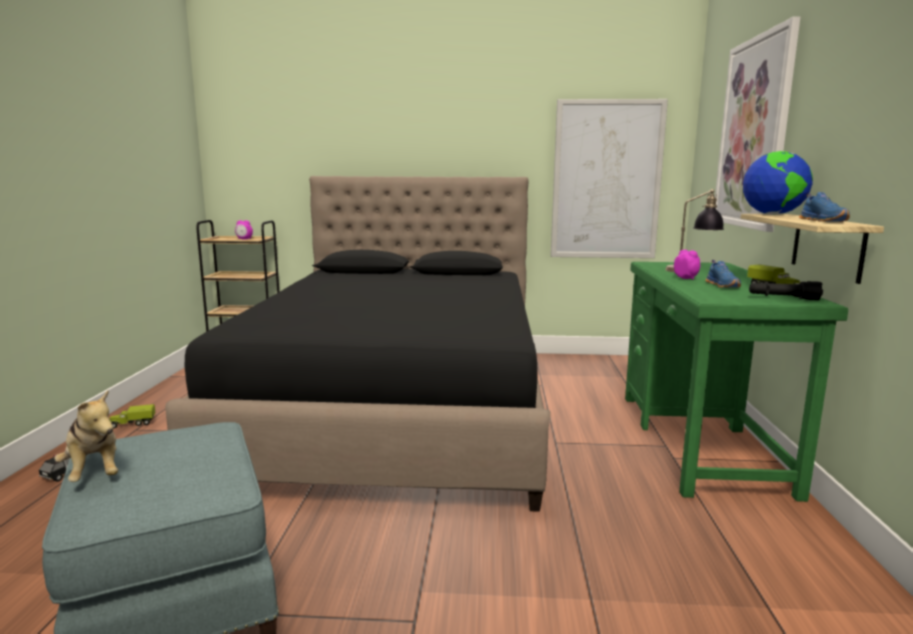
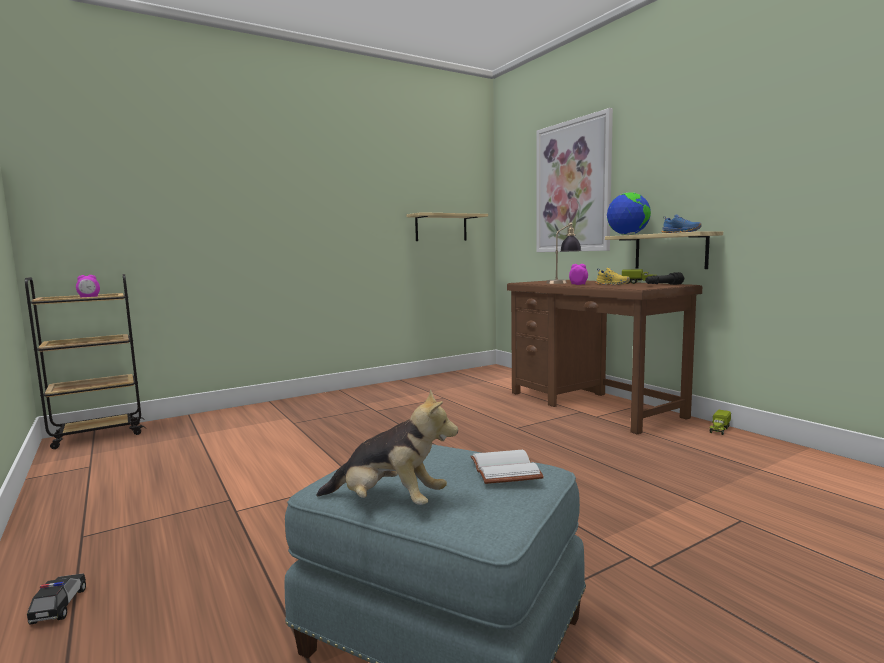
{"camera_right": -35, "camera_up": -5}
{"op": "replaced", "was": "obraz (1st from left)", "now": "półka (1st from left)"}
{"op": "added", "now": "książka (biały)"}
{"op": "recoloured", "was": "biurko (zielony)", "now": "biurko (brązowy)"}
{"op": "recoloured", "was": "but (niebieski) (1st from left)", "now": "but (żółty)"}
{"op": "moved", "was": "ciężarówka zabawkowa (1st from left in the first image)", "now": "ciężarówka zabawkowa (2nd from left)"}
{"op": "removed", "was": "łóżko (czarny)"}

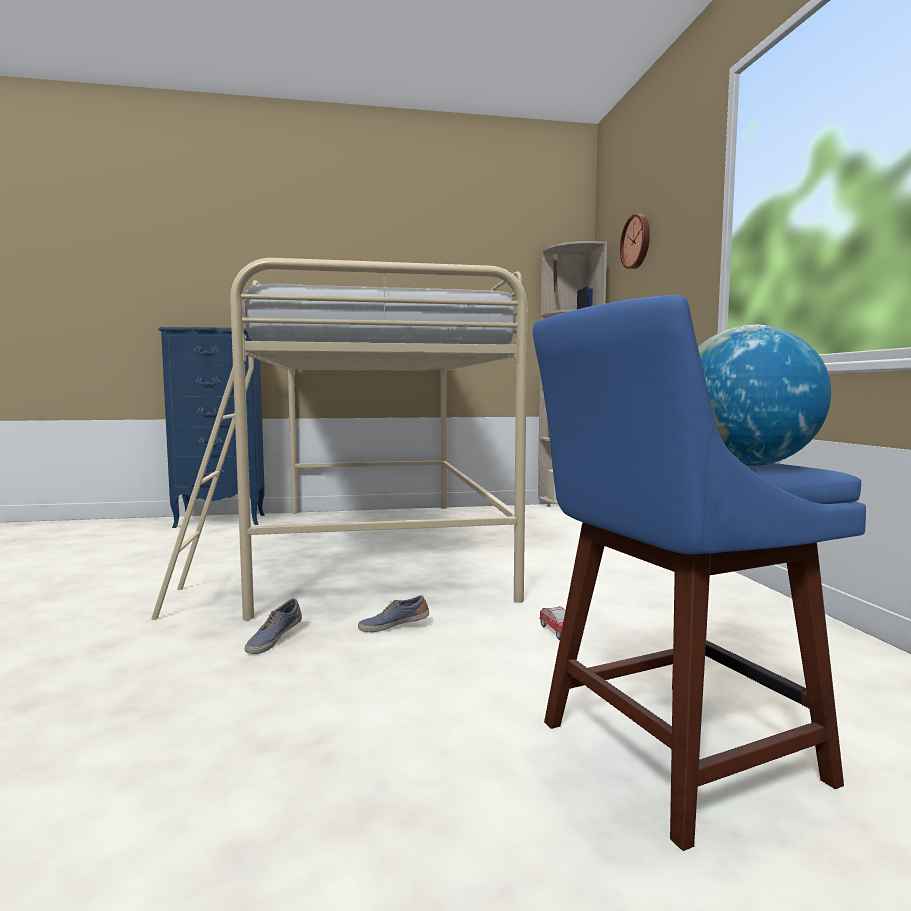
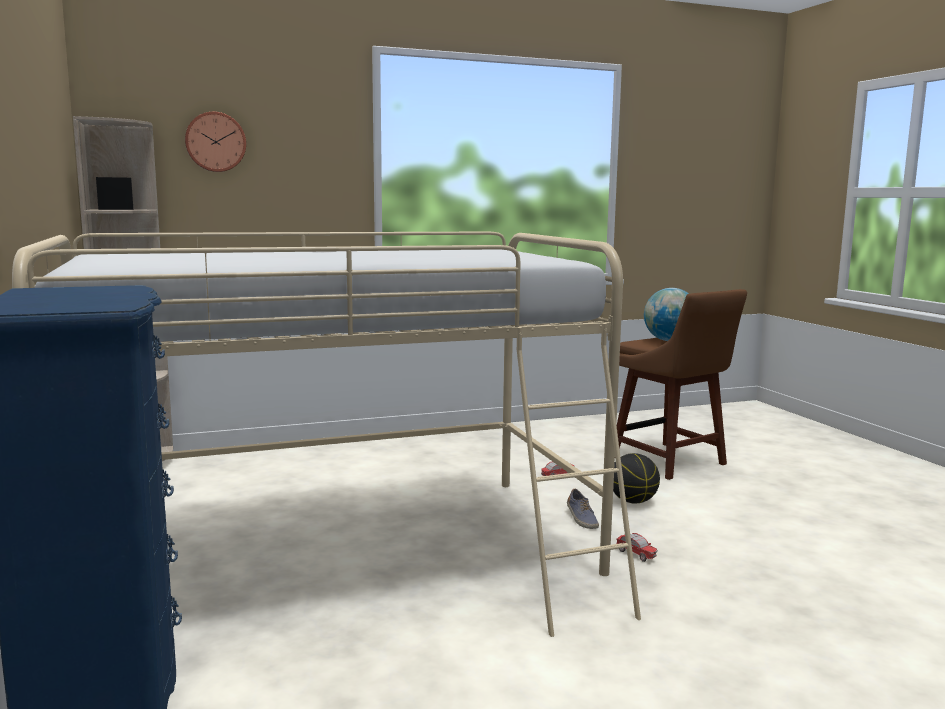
{"camera_right": -100, "camera_up": 5}
{"op": "added", "now": "piłka do koszykówki"}
{"op": "replaced", "was": "but (1st from left)", "now": "samochodzik (2nd from left)"}
{"op": "recoloured", "was": "stołek (niebieski)", "now": "stołek (brązowy)"}

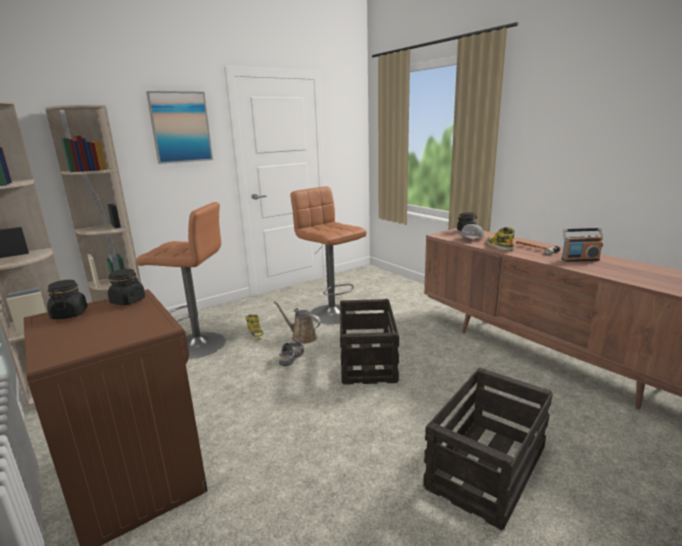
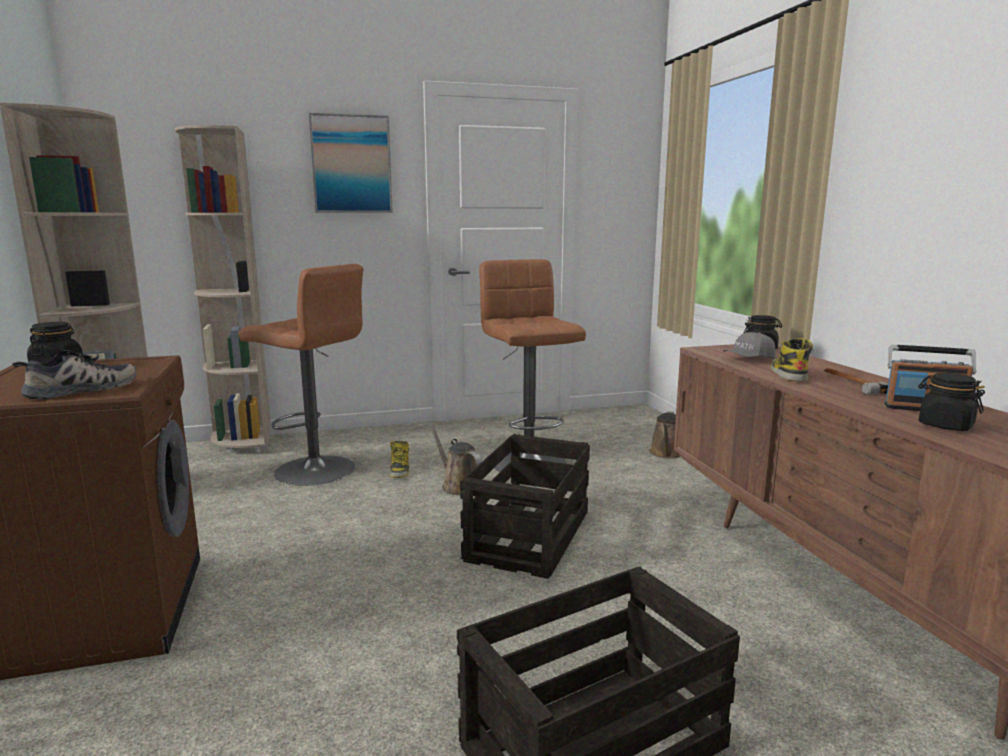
{"camera_right": 20, "camera_up": -5}
{"op": "moved", "was": "but"}
{"op": "added", "now": "konewka (brązowy) (2nd from left)"}
{"op": "moved", "was": "słoik (czarny) (2nd from left in the first image)", "now": "słoik (czarny) (3rd from left)"}

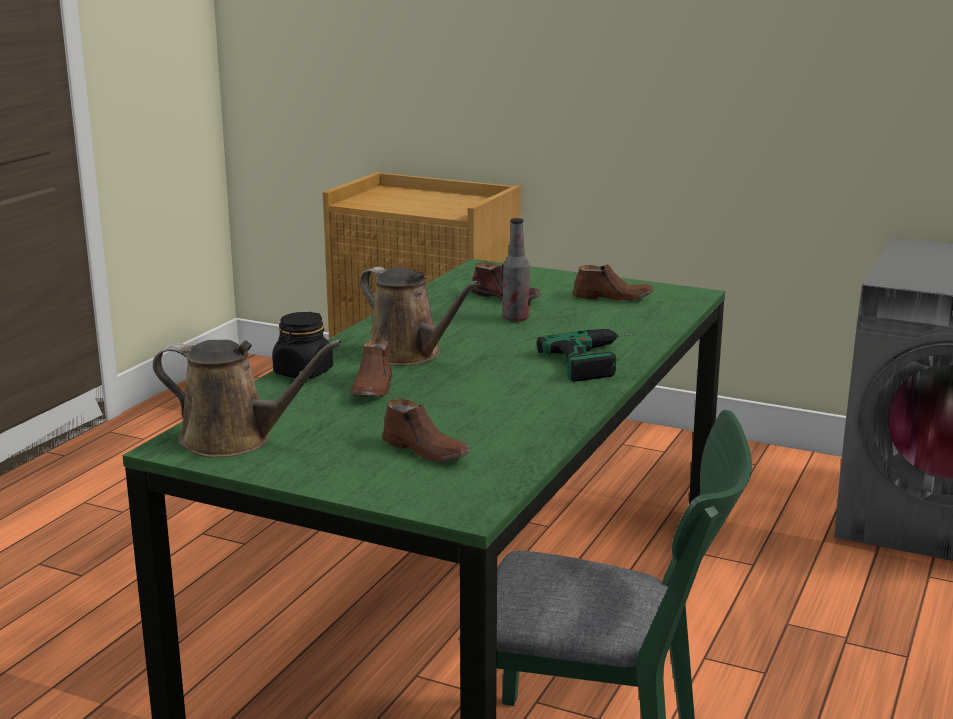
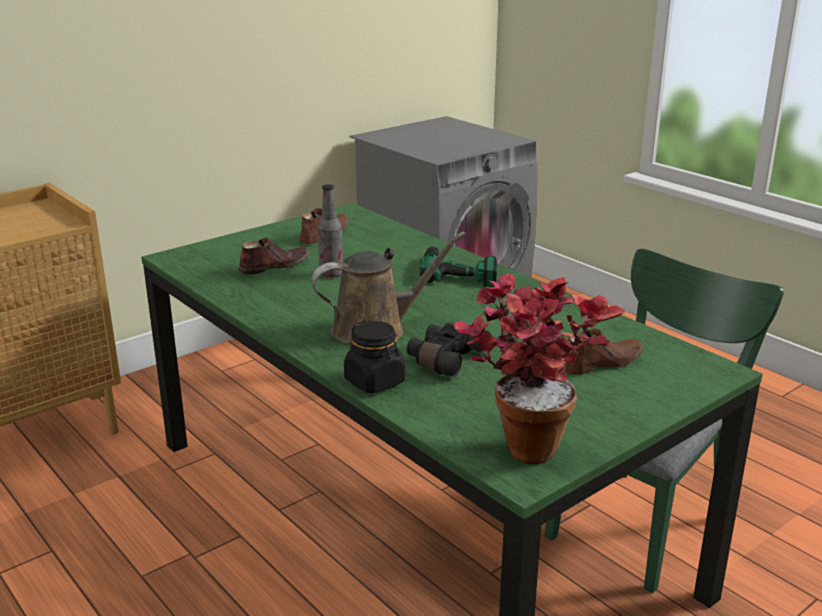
{"camera_right": -65, "camera_up": 5}
{"op": "replaced", "was": "but (brązowy) (1st from left)", "now": "lornetka (czarny)"}
{"op": "replaced", "was": "konewka (brązowy) (1st from left)", "now": "roślina doniczkowa"}

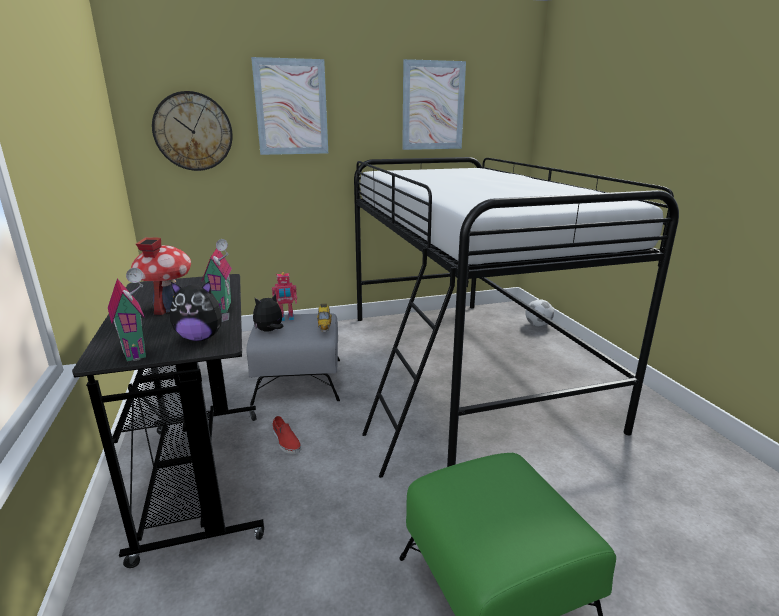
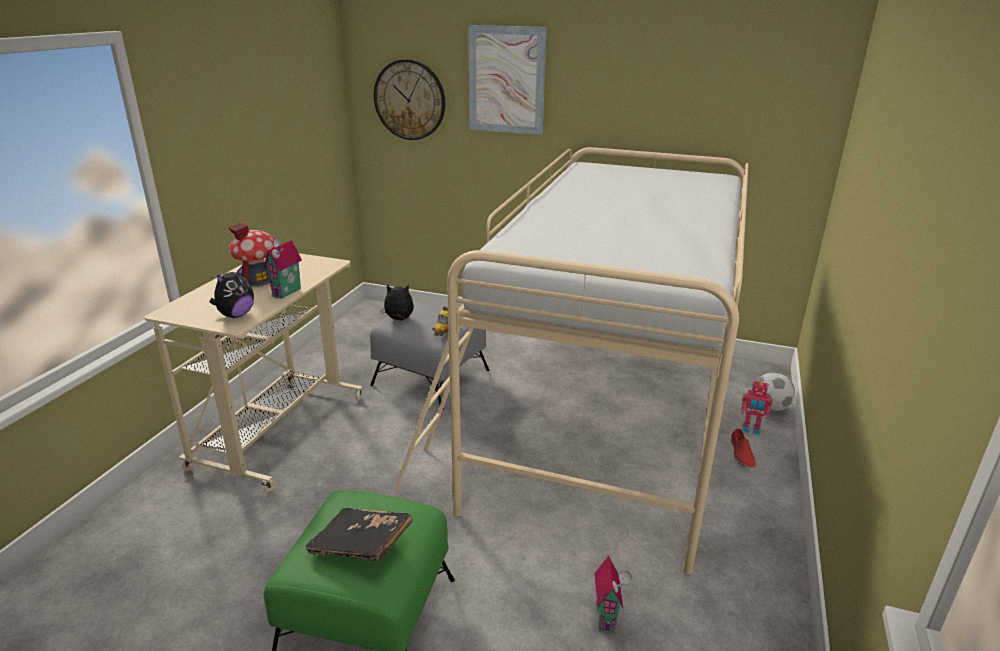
{"camera_right": 35, "camera_up": 5}
{"op": "recoloured", "was": "biurko (czarny)", "now": "biurko (beżowy)"}
{"op": "turned", "was": "pluszak (1st from left)", "clockwise": -90}
{"op": "added", "now": "książka (czarny)"}
{"op": "recoloured", "was": "łóżko (czarny)", "now": "łóżko (beżowy)"}
{"op": "moved", "was": "domek (1st from left in the first image)", "now": "domek (3rd from left)"}
{"op": "moved", "was": "but (czerwony)"}
{"op": "moved", "was": "robot zabawkowy"}
{"op": "removed", "was": "obraz (2nd from left)"}

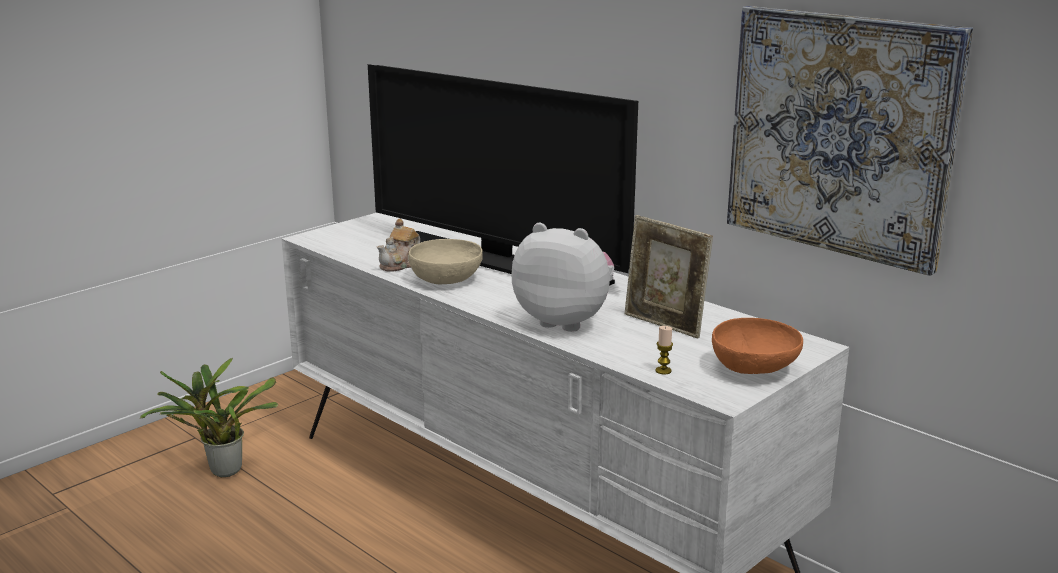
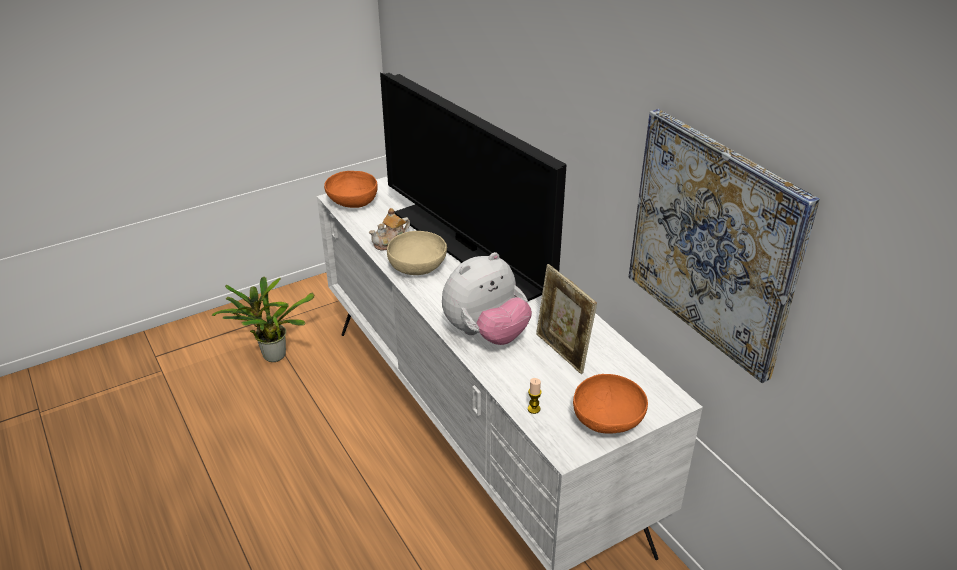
{"camera_right": 15, "camera_up": 15}
{"op": "added", "now": "miska (pomarańczowy) (1st from left)"}
{"op": "turned", "was": "pluszak", "clockwise": 105}

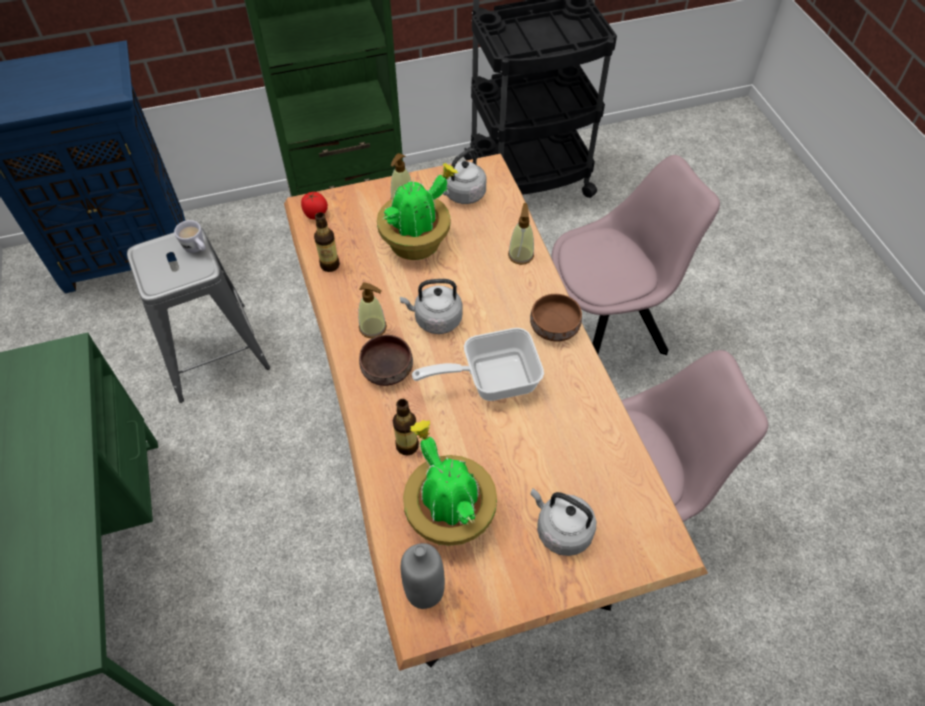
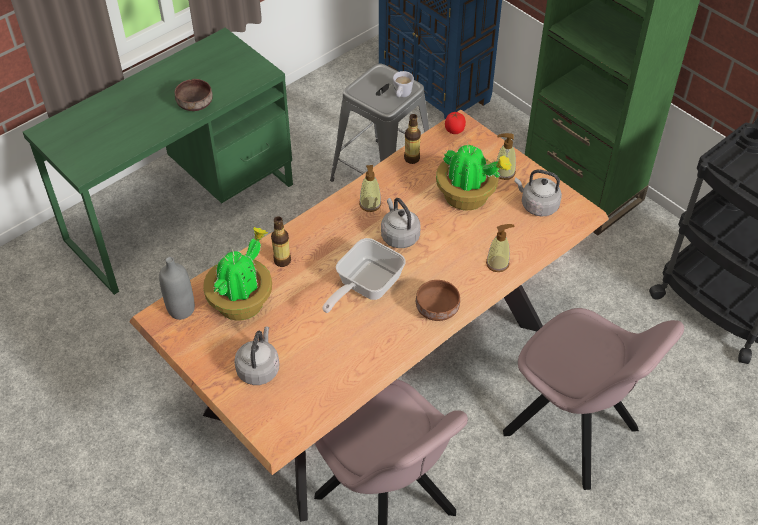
{"camera_right": 65, "camera_up": -5}
{"op": "moved", "was": "miska (brązowy) (1st from left)"}
{"op": "turned", "was": "patelnia", "clockwise": -105}

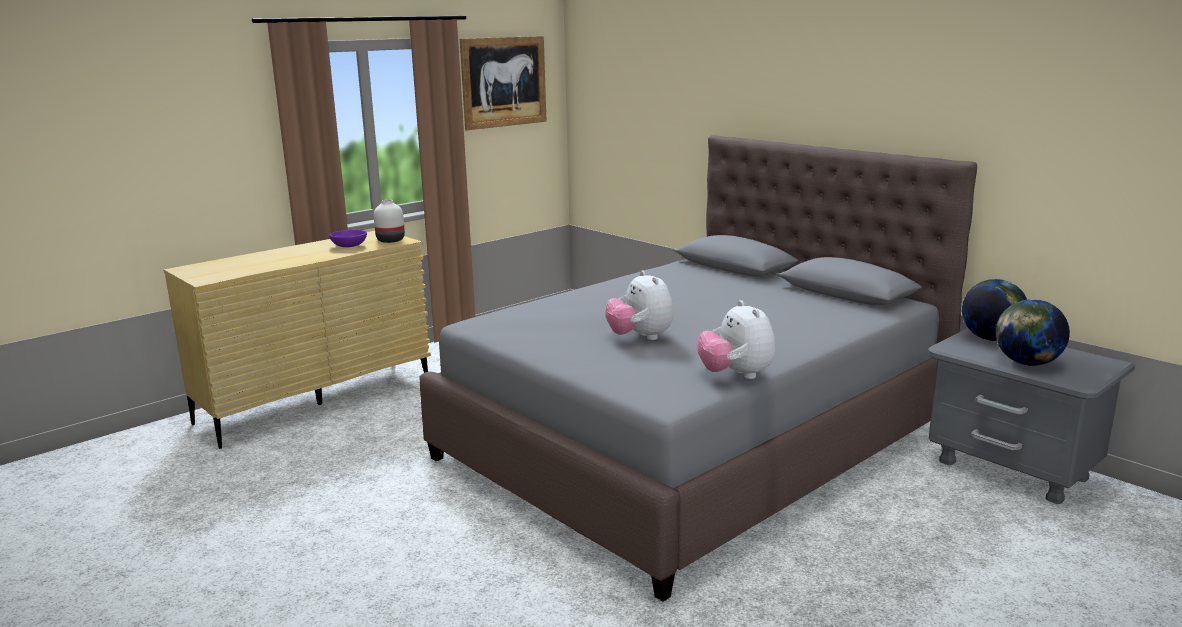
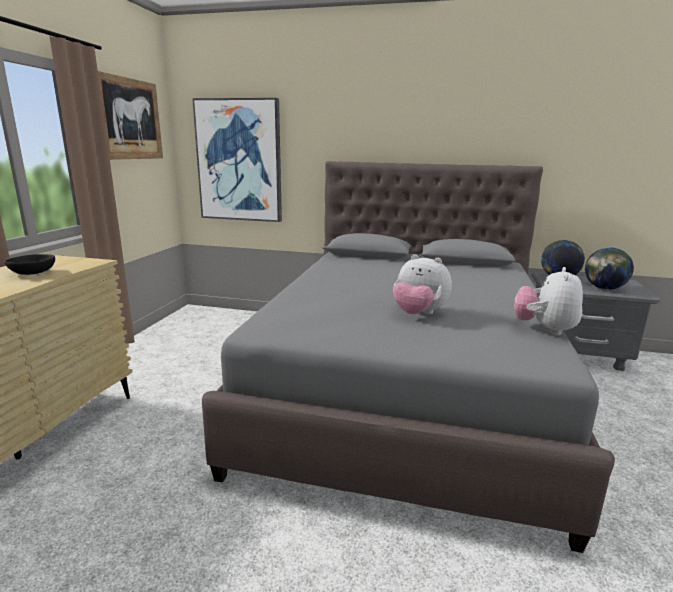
{"camera_right": -35, "camera_up": 0}
{"op": "recoloured", "was": "miska (fioletowy)", "now": "miska (czarny)"}
{"op": "added", "now": "obraz (2nd from left)"}
{"op": "turned", "was": "pluszak (2nd from left)", "clockwise": 75}
{"op": "removed", "was": "wazon (biały)"}

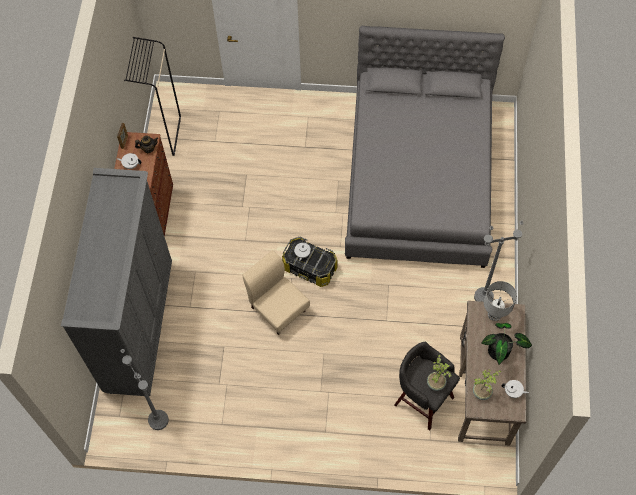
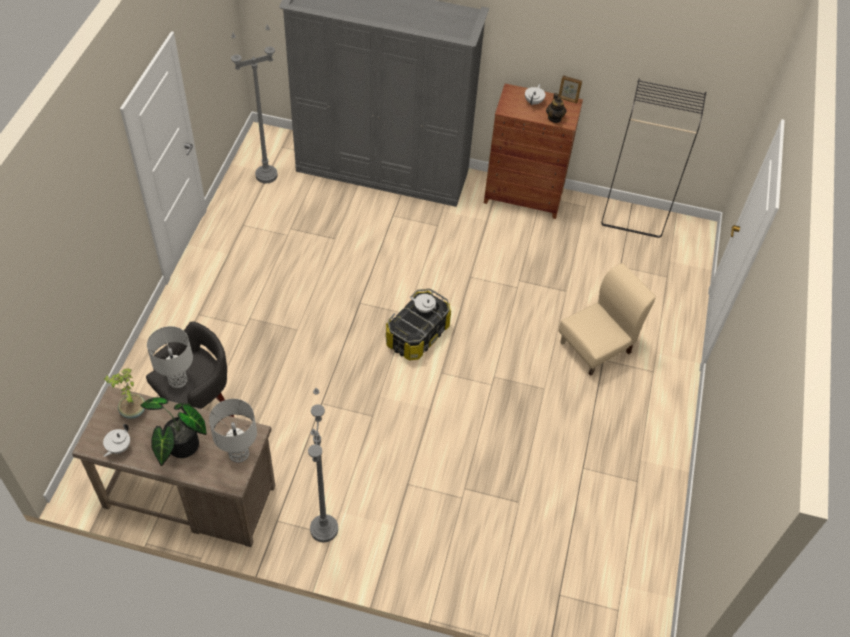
{"camera_right": 95, "camera_up": -10}
{"op": "replaced", "was": "roślina doniczkowa (1st from left)", "now": "lampa stołowa (biały) (1st from left)"}
{"op": "moved", "was": "krzesło (beżowy)"}
{"op": "removed", "was": "łóżko (szary)"}

